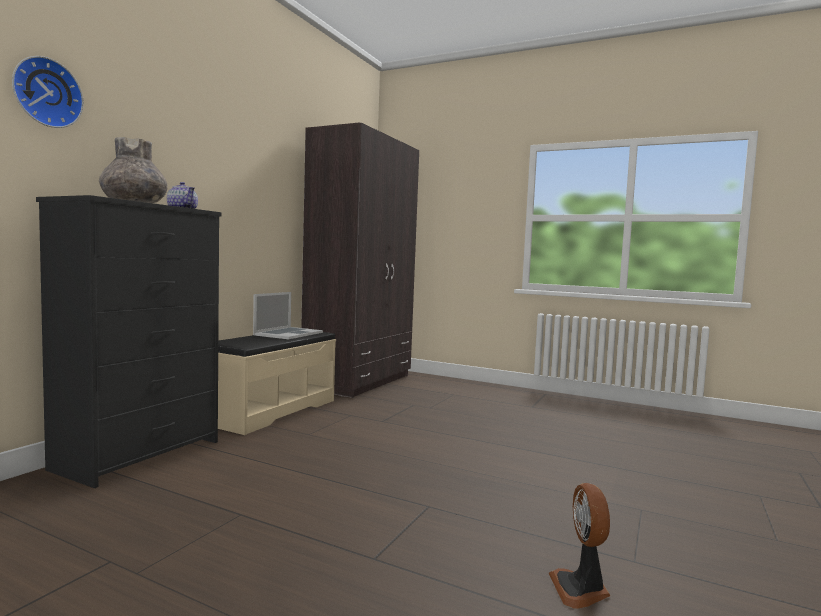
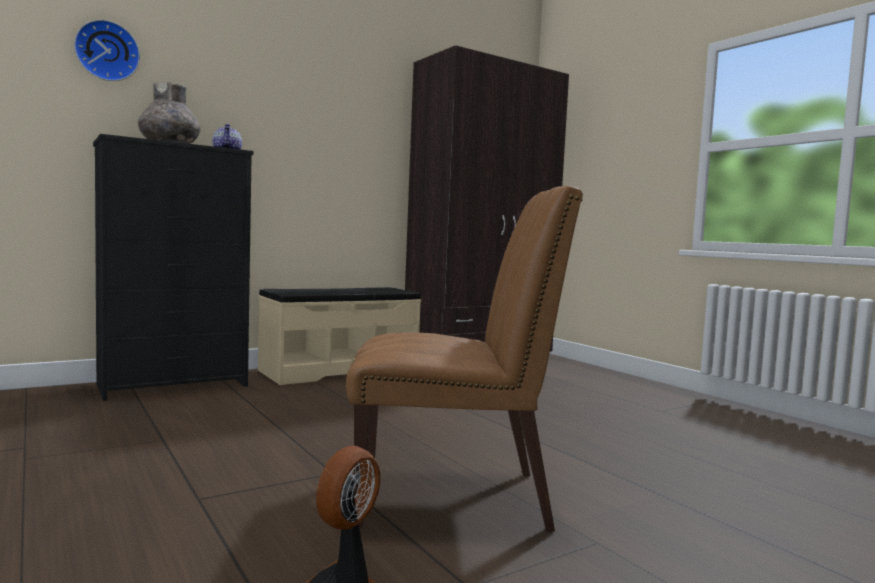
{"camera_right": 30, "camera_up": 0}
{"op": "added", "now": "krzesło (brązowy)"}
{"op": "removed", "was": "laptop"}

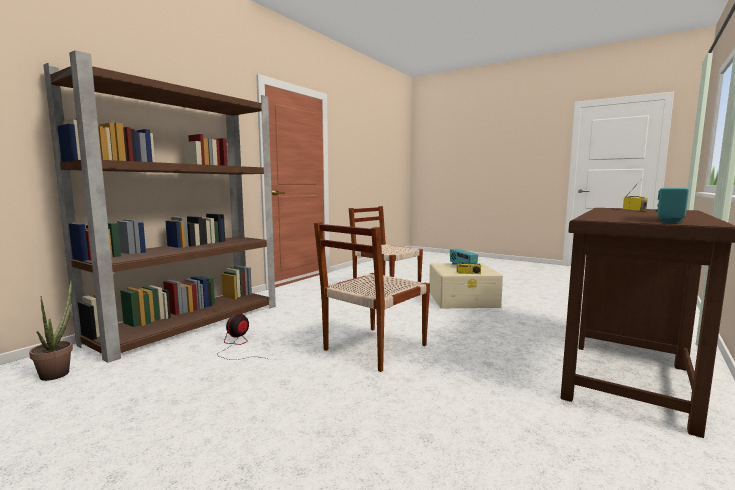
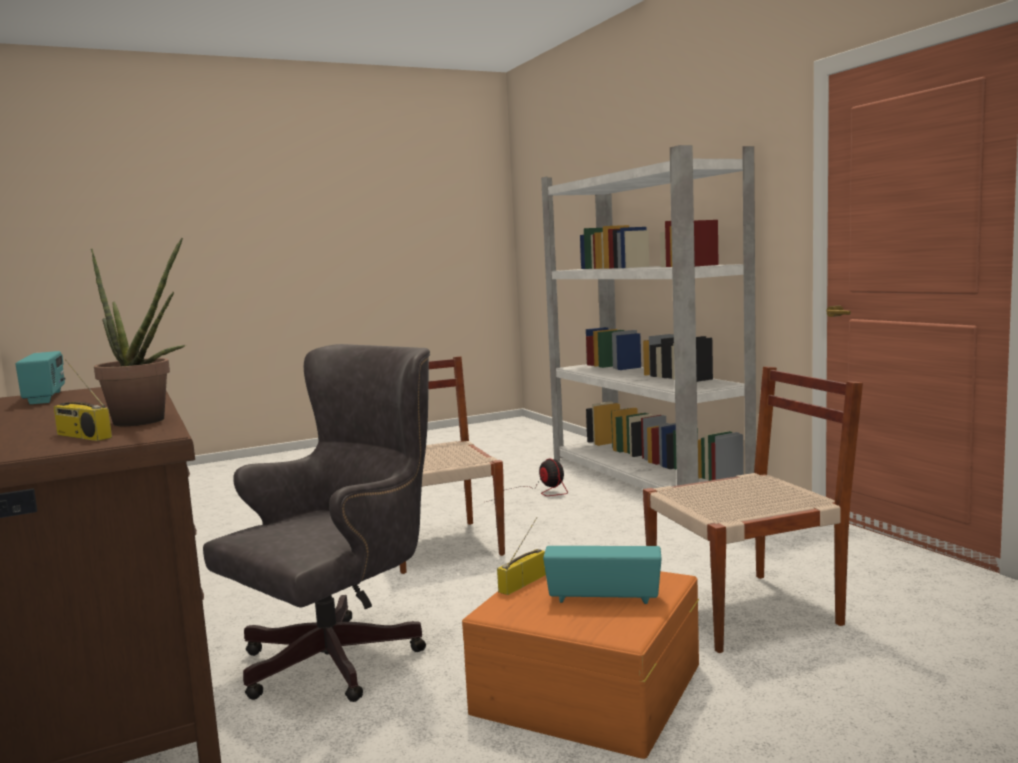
{"camera_right": 120, "camera_up": 0}
{"op": "moved", "was": "roślina doniczkowa"}
{"op": "added", "now": "krzesło biurowe (szary)"}
{"op": "recoloured", "was": "pojemnik do przechowywania (beżowy)", "now": "pojemnik do przechowywania (pomarańczowy)"}
{"op": "recoloured", "was": "regał (brązowy)", "now": "regał (biały)"}

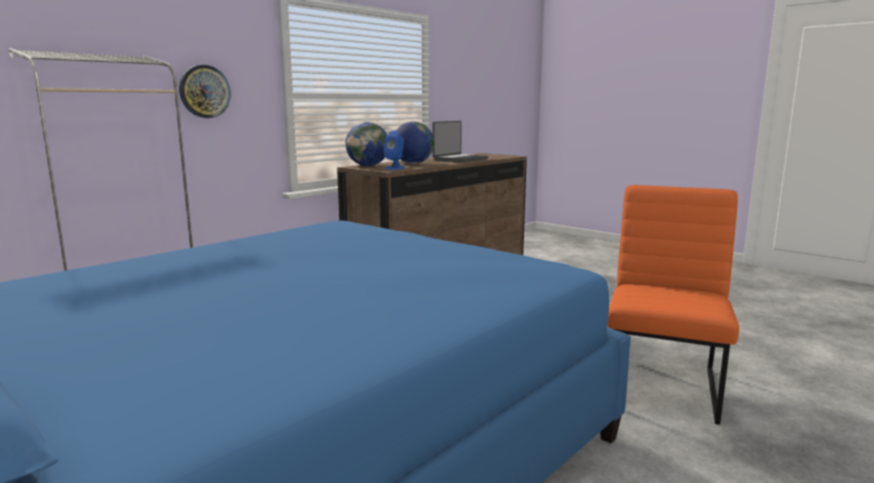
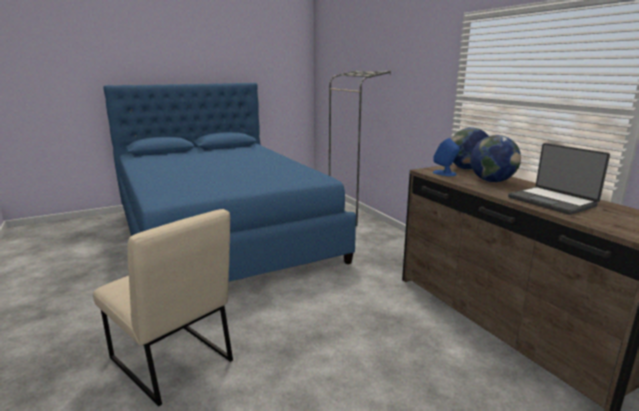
{"camera_right": 110, "camera_up": 5}
{"op": "recoloured", "was": "krzesło (pomarańczowy)", "now": "krzesło (beżowy)"}
{"op": "removed", "was": "zegar ścienny"}

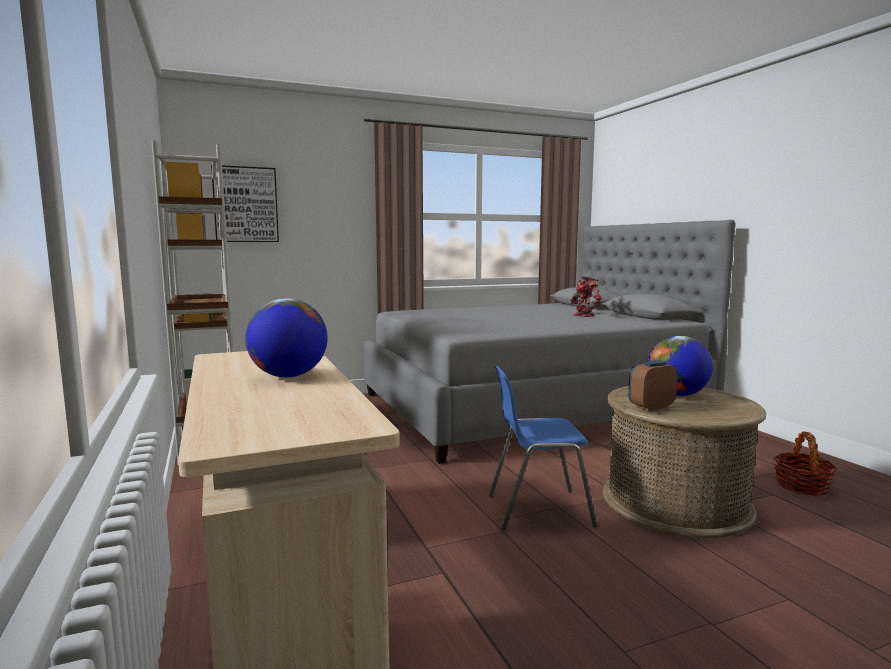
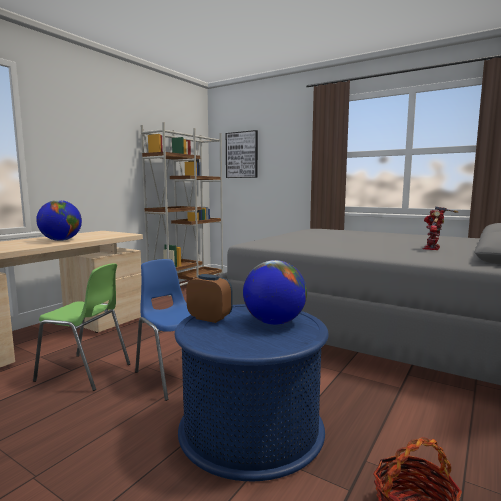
{"camera_right": 55, "camera_up": 0}
{"op": "added", "now": "krzesło (zielony)"}
{"op": "recoloured", "was": "ława (brązowy)", "now": "ława (niebieski)"}

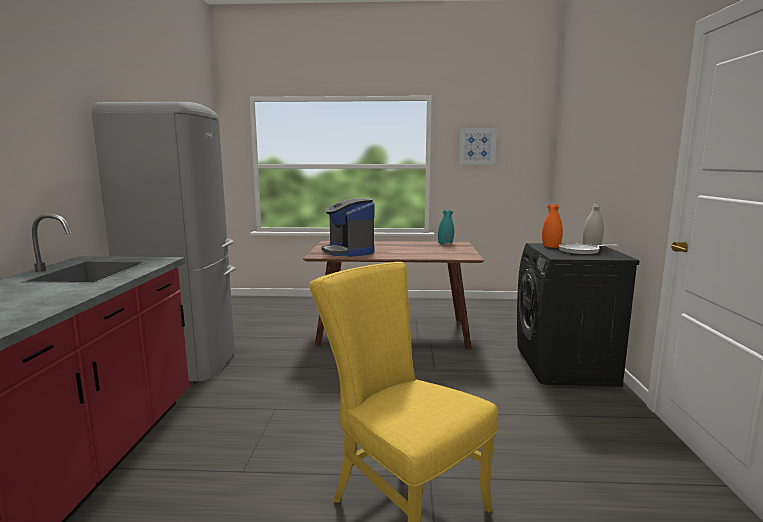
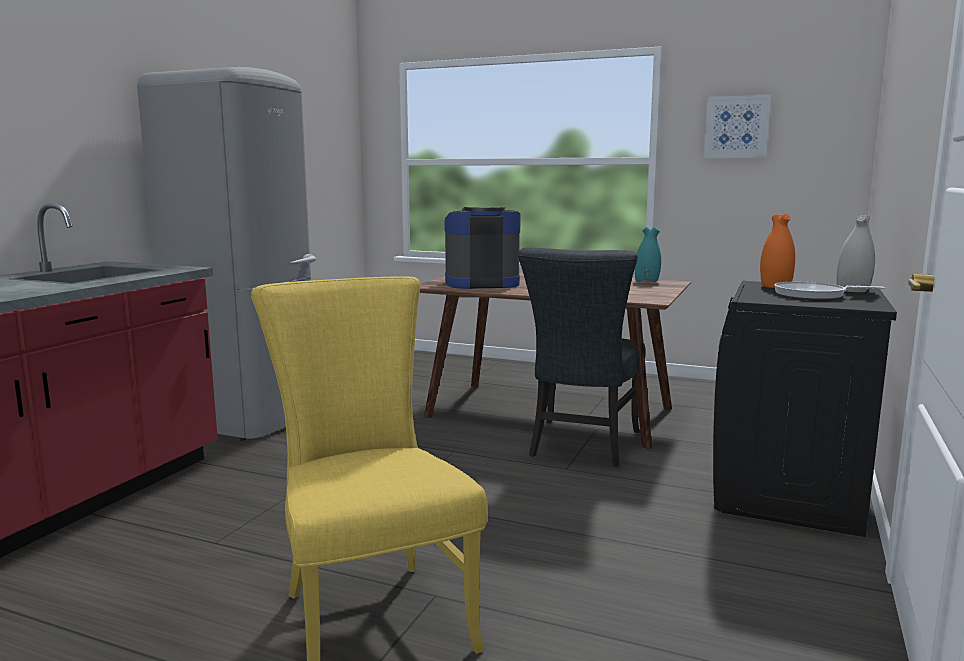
{"camera_right": 20, "camera_up": 0}
{"op": "turned", "was": "ekspres do kawy", "clockwise": 90}
{"op": "added", "now": "krzesło (szary)"}

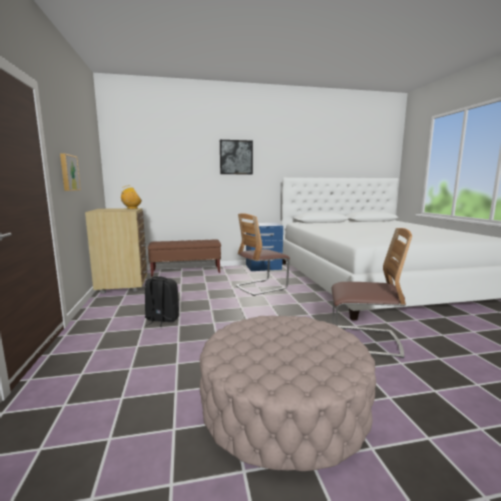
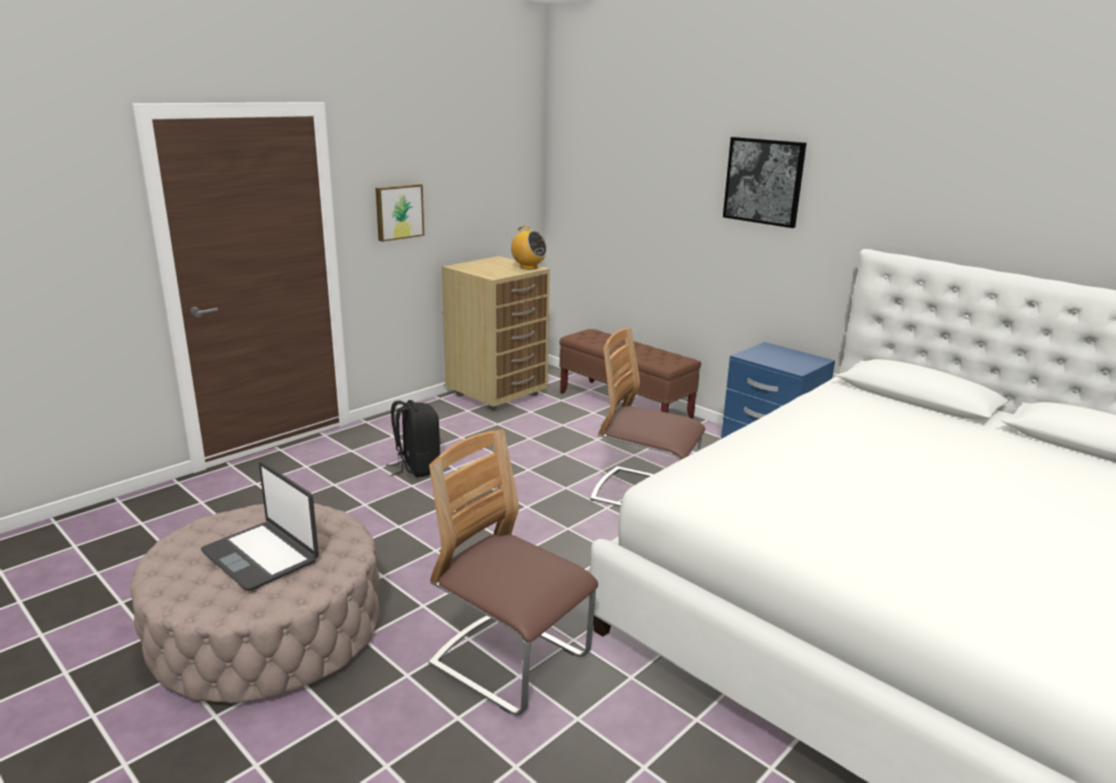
{"camera_right": 55, "camera_up": 10}
{"op": "added", "now": "laptop"}
{"op": "turned", "was": "krzesło (2nd from left in the first image)", "clockwise": 150}

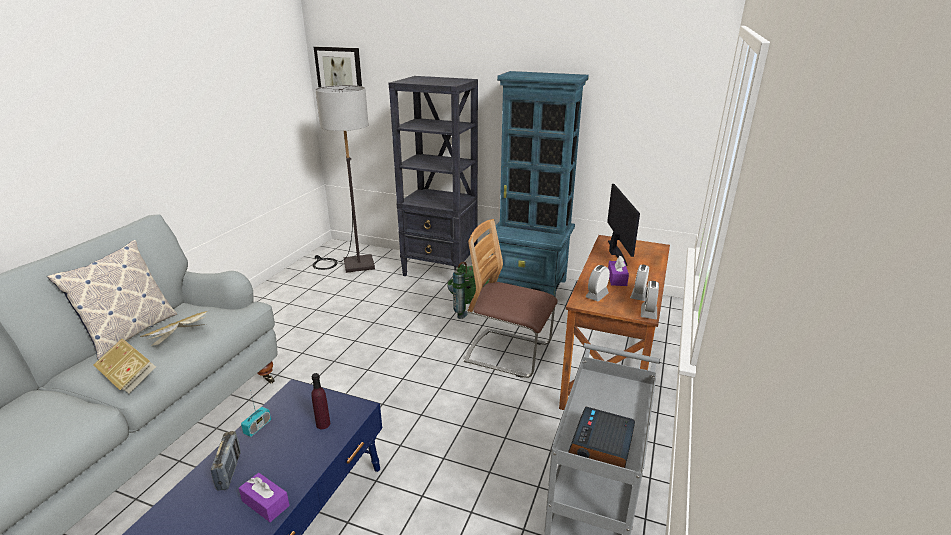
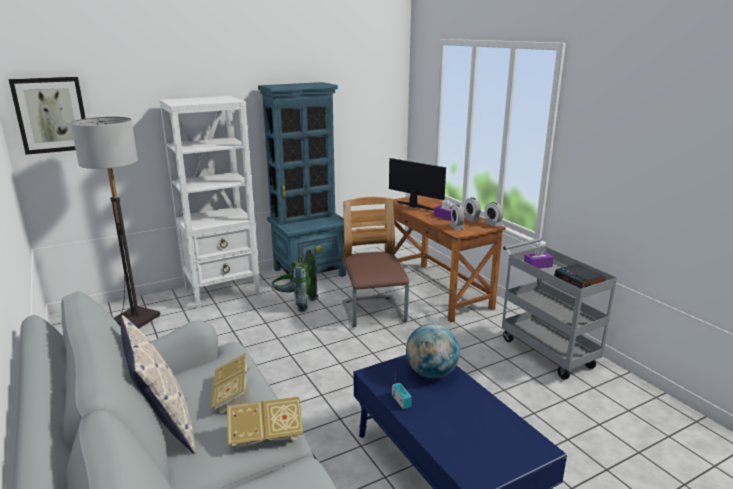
{"camera_right": -50, "camera_up": -5}
{"op": "recoloured", "was": "regał (czarny)", "now": "regał (biały)"}
{"op": "turned", "was": "krzesło", "clockwise": 105}
{"op": "replaced", "was": "butelka (fioletowy)", "now": "globus"}
{"op": "moved", "was": "pudełko chusteczek (fioletowy) (1st from left in the first image)", "now": "pudełko chusteczek (fioletowy) (2nd from left)"}
{"op": "removed", "was": "radio (1st from left)"}

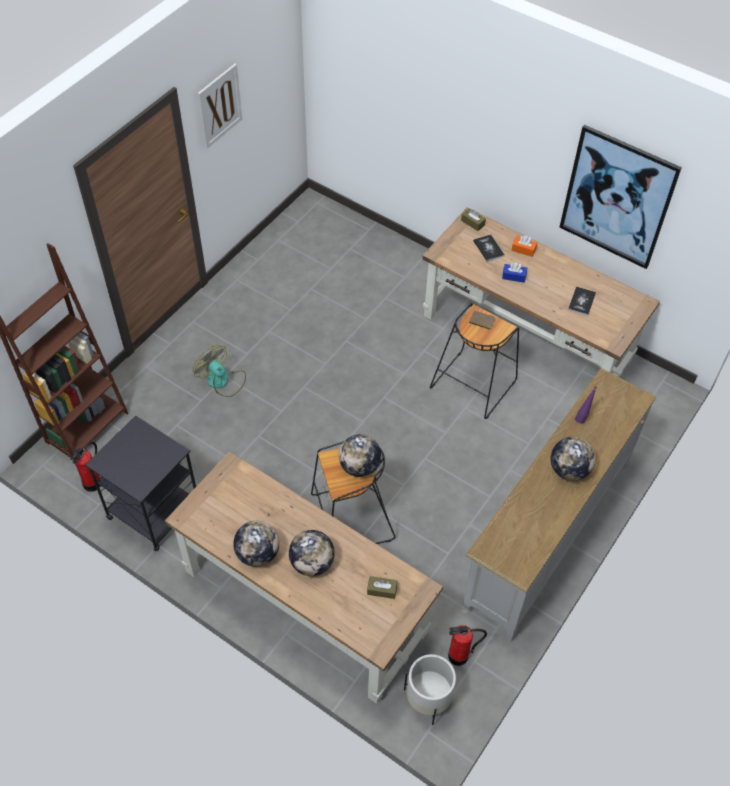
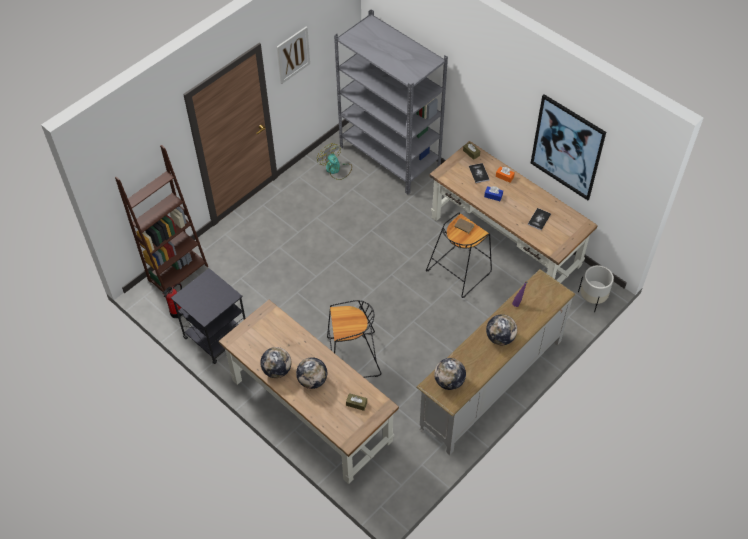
{"camera_right": 10, "camera_up": 0}
{"op": "moved", "was": "wentylator"}
{"op": "added", "now": "regał (szary)"}
{"op": "moved", "was": "globus (3rd from left)"}
{"op": "moved", "was": "donica (biały)"}
{"op": "removed", "was": "gaśnica (2nd from left)"}

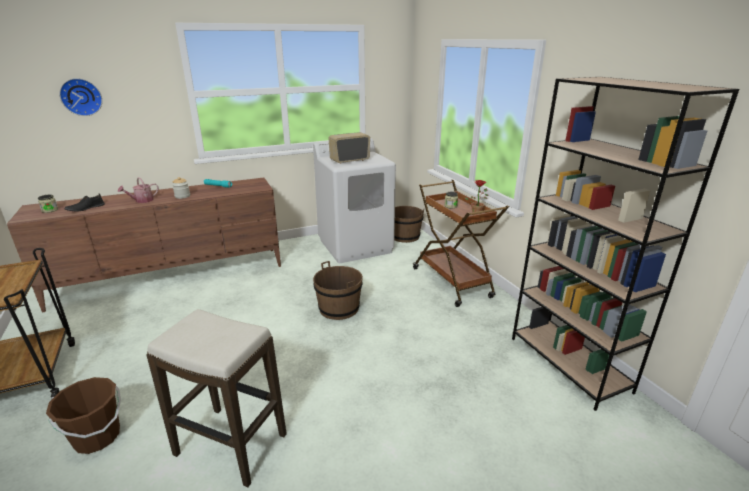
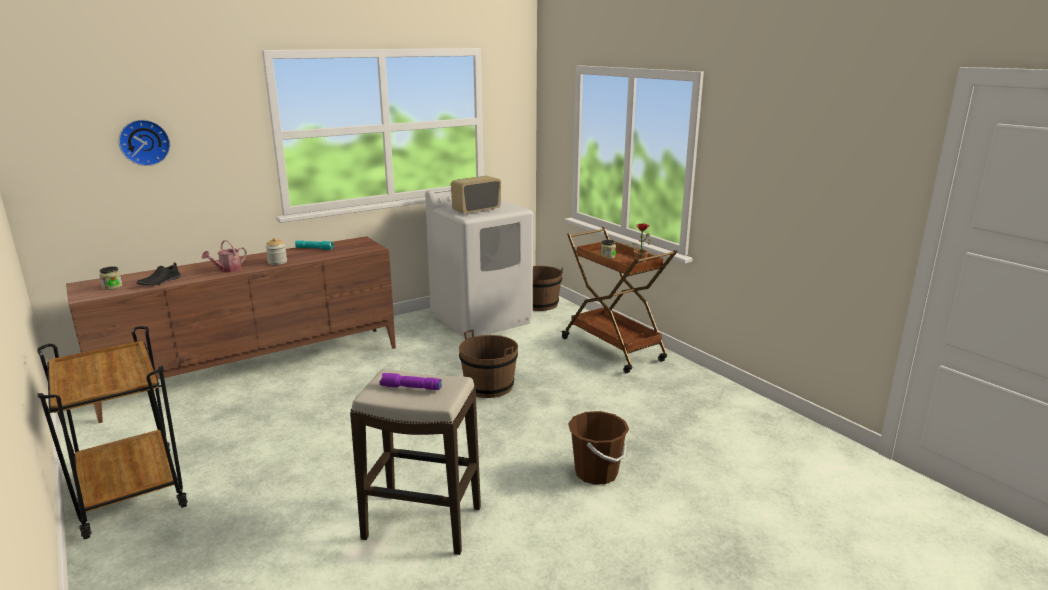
{"camera_right": -10, "camera_up": -5}
{"op": "added", "now": "latarka (fioletowy)"}
{"op": "moved", "was": "wiadro (brązowy) (1st from left in the first image)", "now": "wiadro (brązowy) (3rd from left)"}
{"op": "removed", "was": "regał (beżowy)"}

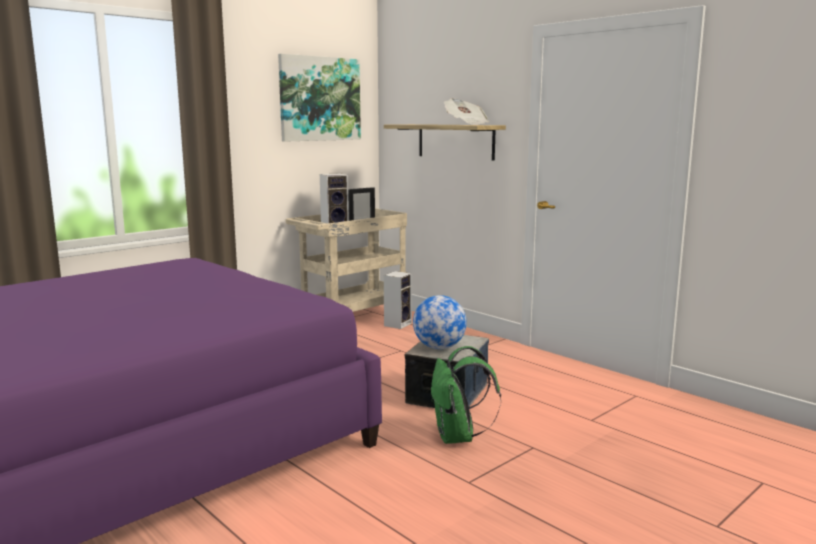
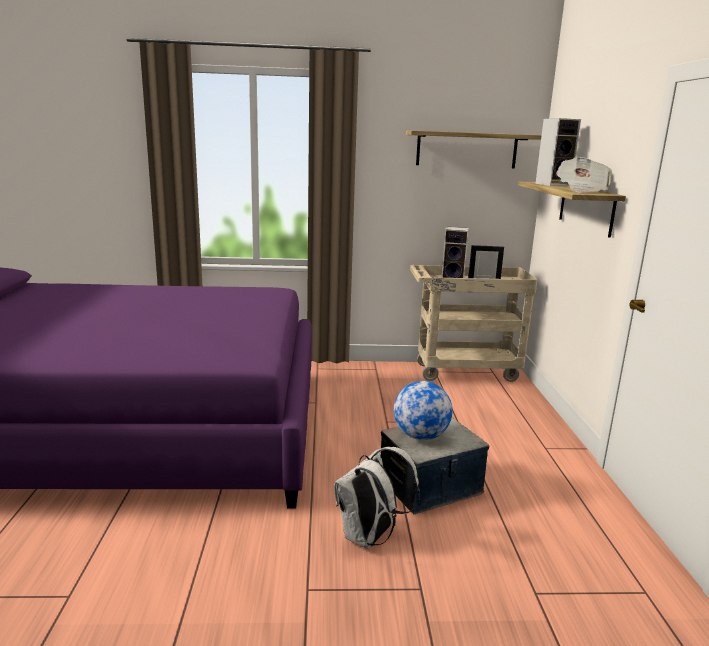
{"camera_right": 40, "camera_up": 5}
{"op": "recoloured", "was": "plecak (zielony)", "now": "plecak (biały)"}
{"op": "replaced", "was": "obraz", "now": "półka (1st from left)"}
{"op": "moved", "was": "głośnik (2nd from left)"}

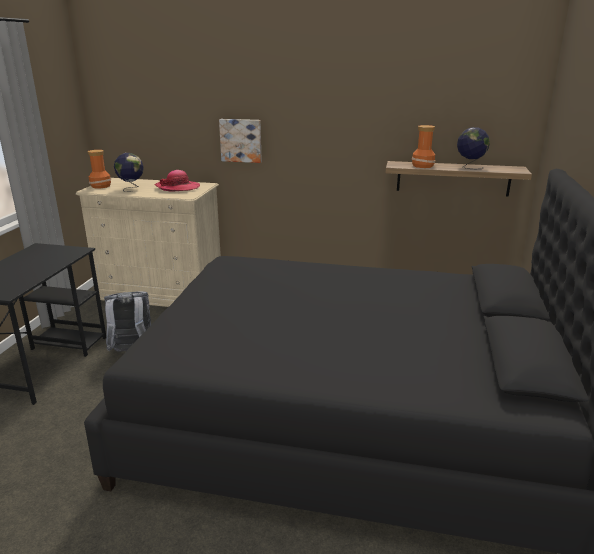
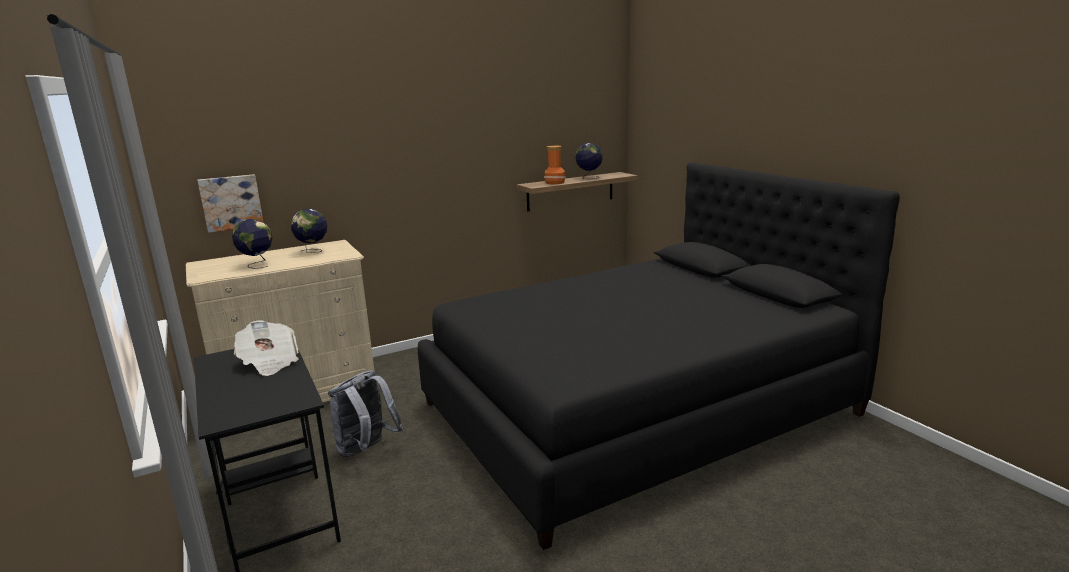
{"camera_right": -40, "camera_up": -5}
{"op": "moved", "was": "obraz"}
{"op": "added", "now": "gazeta"}
{"op": "replaced", "was": "kapelusz", "now": "globus (2nd from left)"}
{"op": "removed", "was": "wazon (1st from left)"}

